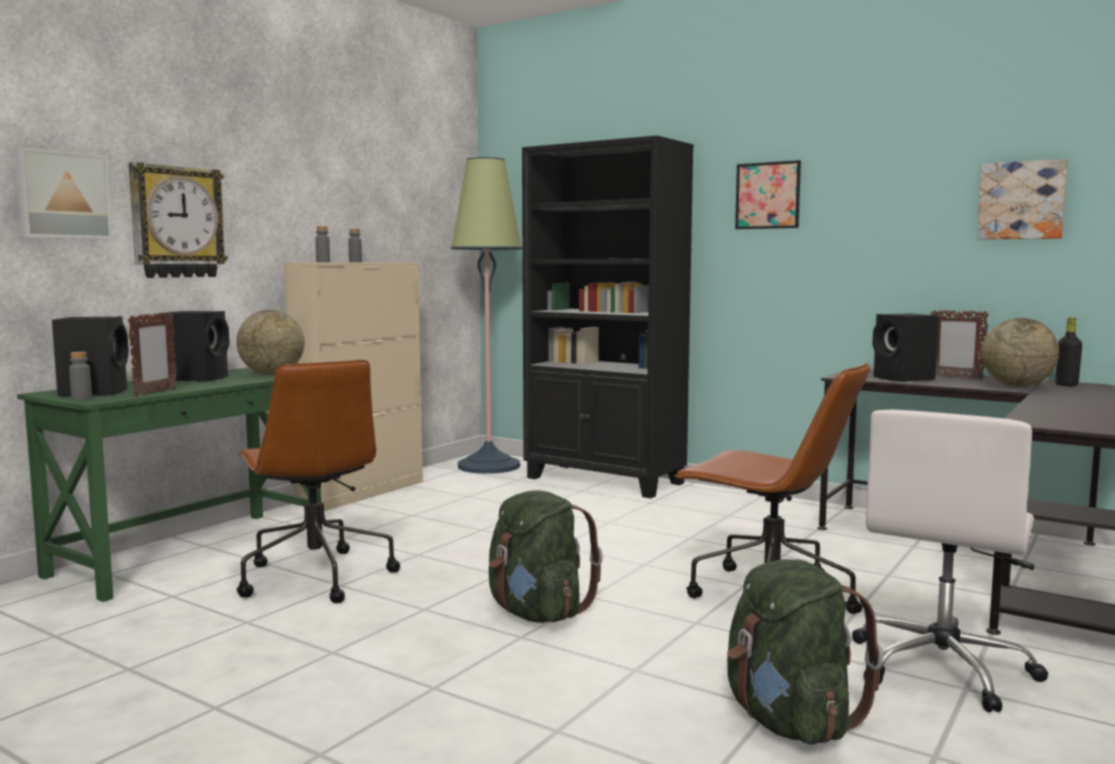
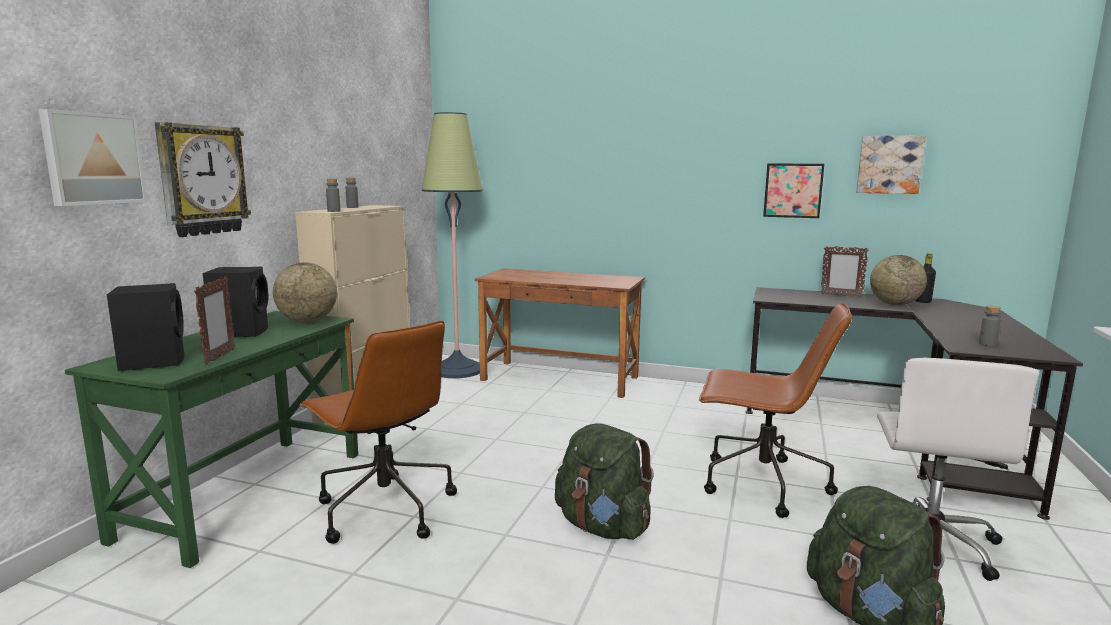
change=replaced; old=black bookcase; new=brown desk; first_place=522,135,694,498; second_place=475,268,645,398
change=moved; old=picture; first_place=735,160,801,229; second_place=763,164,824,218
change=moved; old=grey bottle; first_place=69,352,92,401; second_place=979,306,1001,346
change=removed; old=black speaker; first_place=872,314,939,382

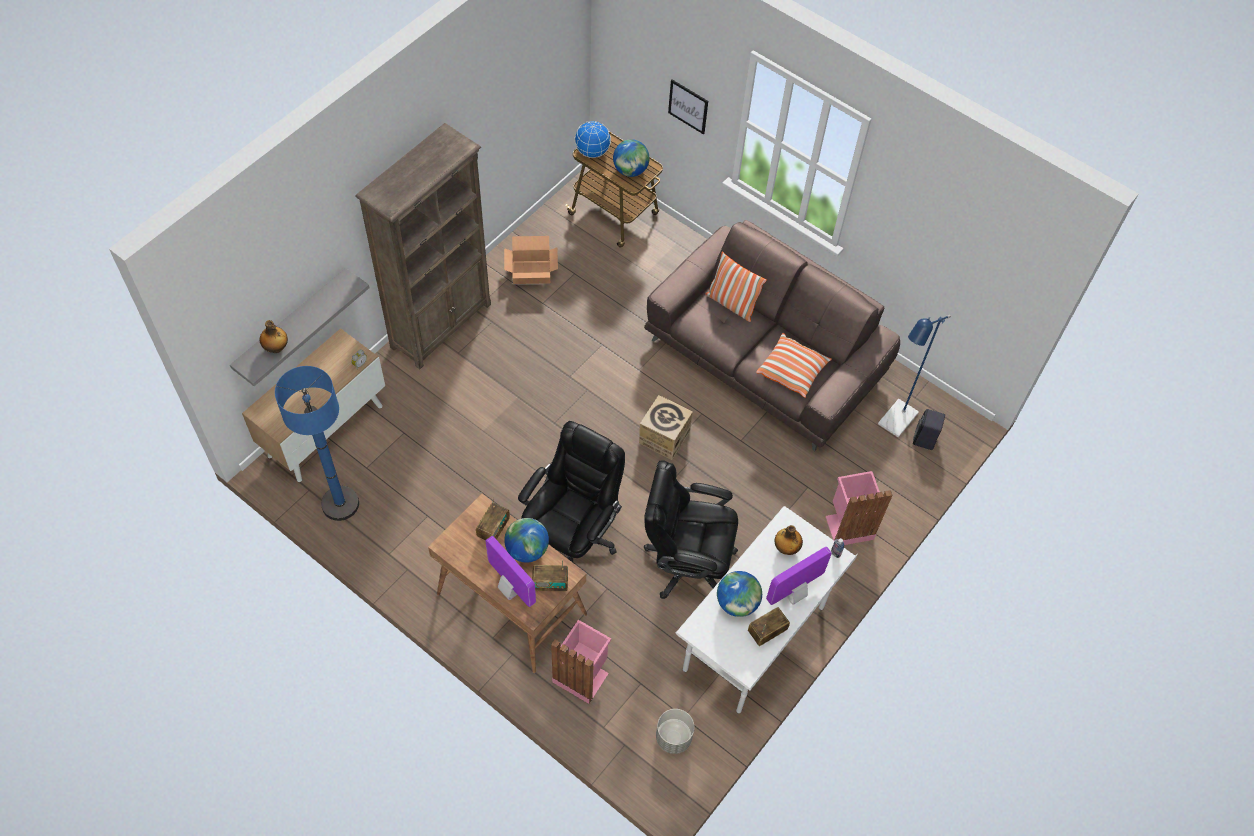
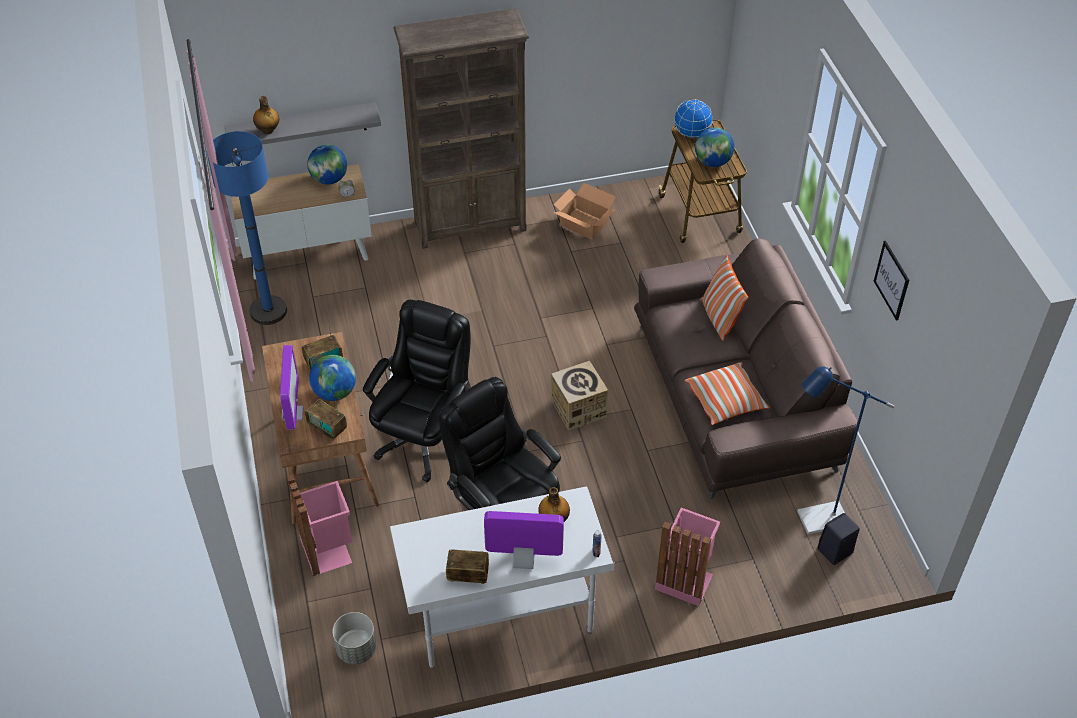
change=moved; old=globe; first_place=717,571,762,617; second_place=307,145,347,185
change=turned; old=black office chair; first_place=518,421,625,562; second_place=363,300,471,482; degrees=-45
change=moved; old=picture; first_place=668,80,708,135; second_place=874,241,909,321

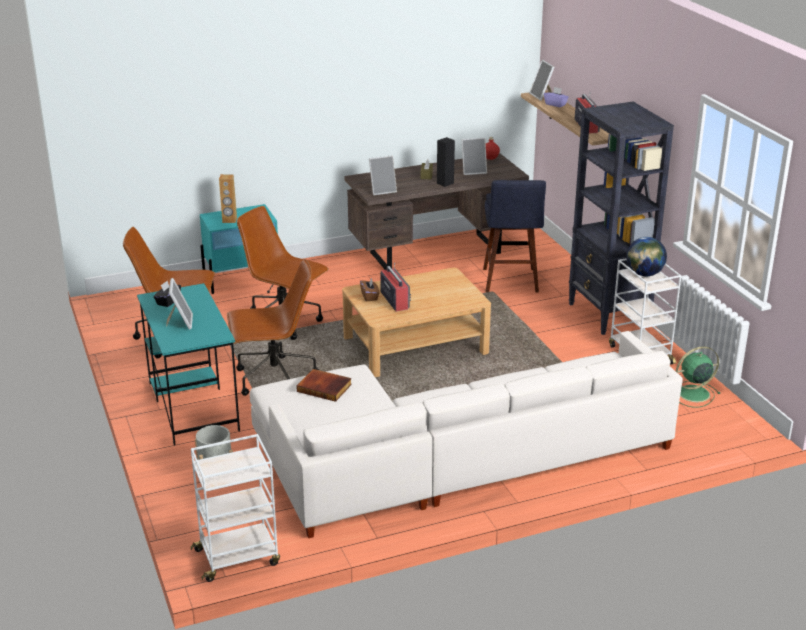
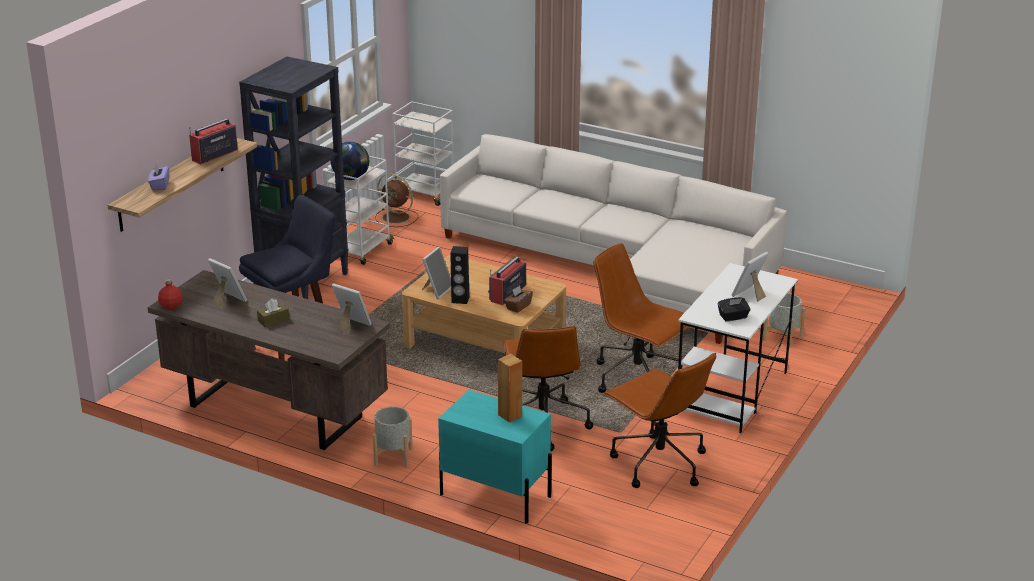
change=added; new=grey planter; second_place=373,406,413,468
change=recoloured; old=green fan; new=brown fan; first_place=676,346,720,408; second_place=375,173,418,227
change=moved; old=white cart; first_place=190,434,280,582; second_place=392,101,454,206
change=moved; old=picture frame; first_place=529,60,555,101; second_place=422,247,451,299
change=moved; old=black speaker; first_place=437,137,455,187; second_place=450,246,469,304
change=recoloured; old=turquoise desk; new=white desk; first_place=137,283,240,445; second_place=677,263,798,433
change=removed; old=book; first_place=296,369,352,402

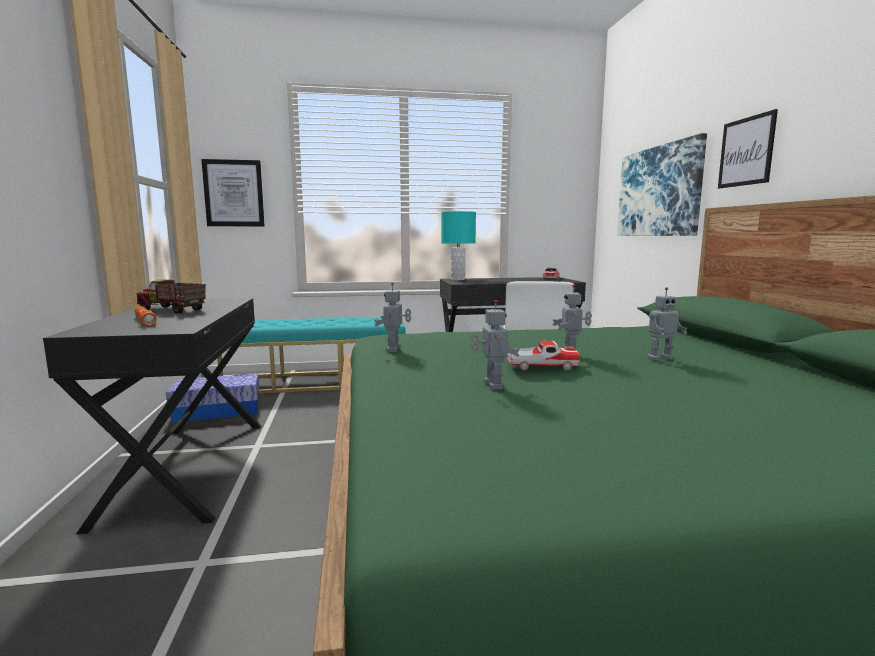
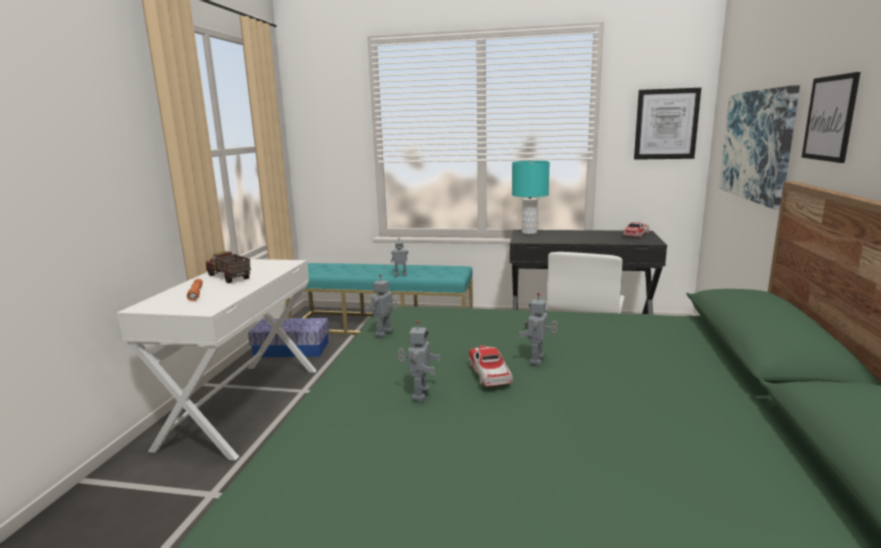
change=recoloured; old=black desk; new=white desk; first_place=43,298,262,534; second_place=117,259,317,460
change=moved; old=toy robot; first_place=648,287,687,361; second_place=391,238,408,276
change=turned; old=toy car; first_place=507,341,580,370; second_place=468,345,513,386; degrees=-120
change=moved; old=picture; first_place=201,159,265,226; second_place=634,88,701,160

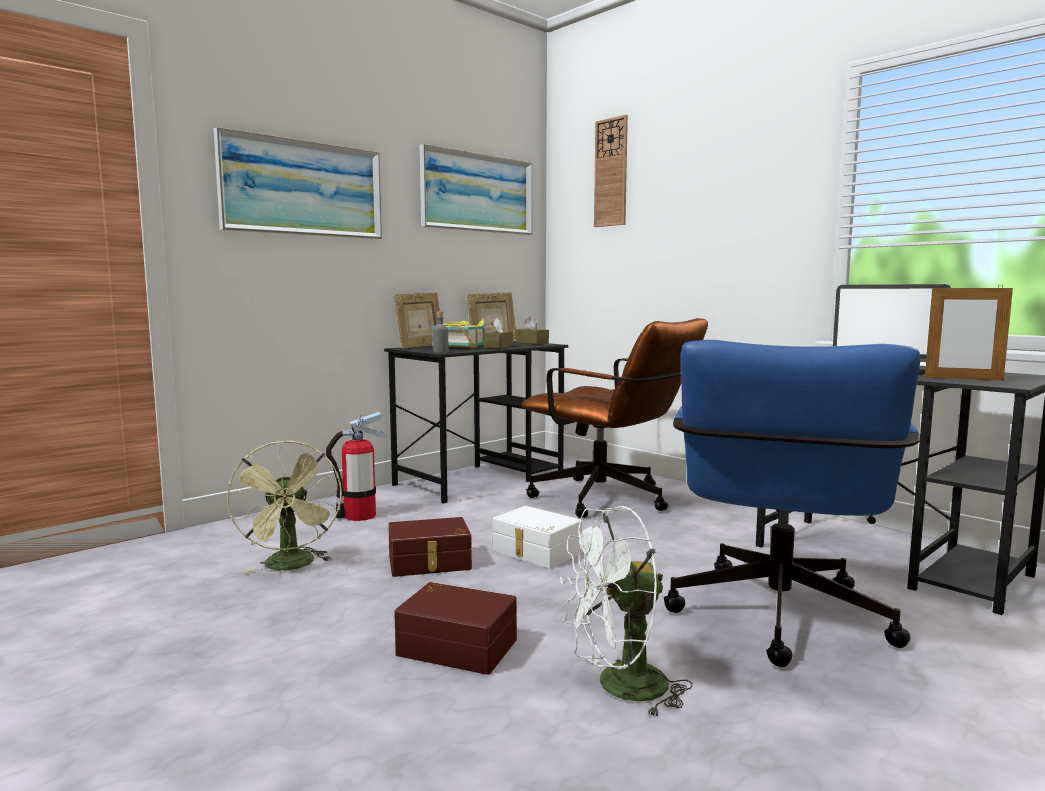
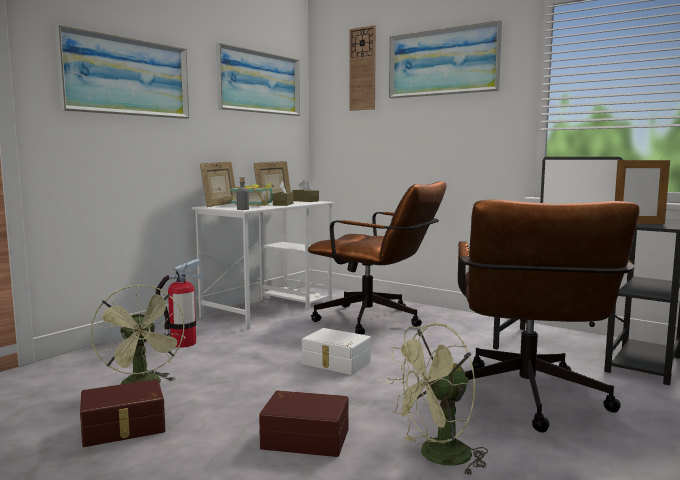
change=moved; old=brown storage box; first_place=388,517,472,577; second_place=80,379,165,447
change=recoloured; old=black desk; new=white desk; first_place=384,341,568,504; second_place=192,201,335,330
change=recoloured; old=white fan; new=green fan; first_place=560,506,693,719; second_place=386,323,488,476
change=added; new=picture; second_place=389,20,502,98
change=recoloured; old=blue office chair; new=brown office chair; first_place=664,340,920,667; second_place=454,199,640,433

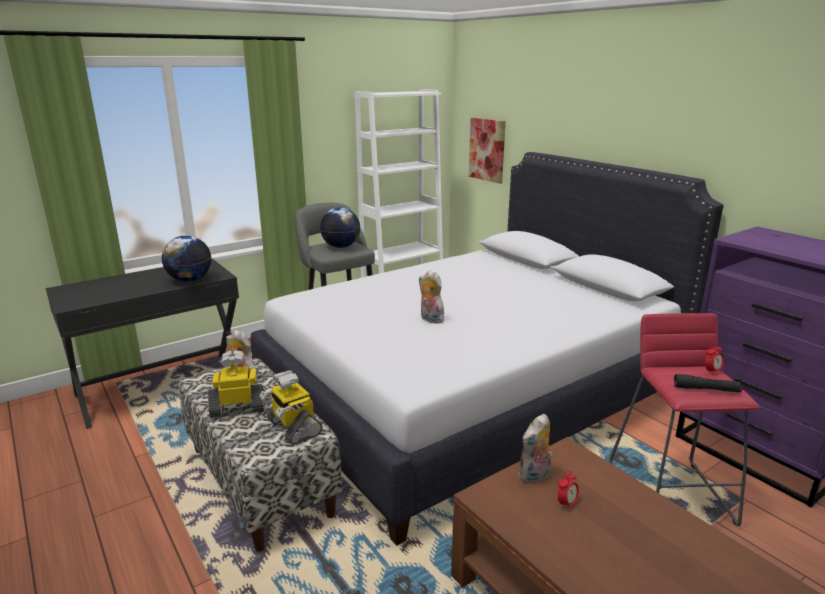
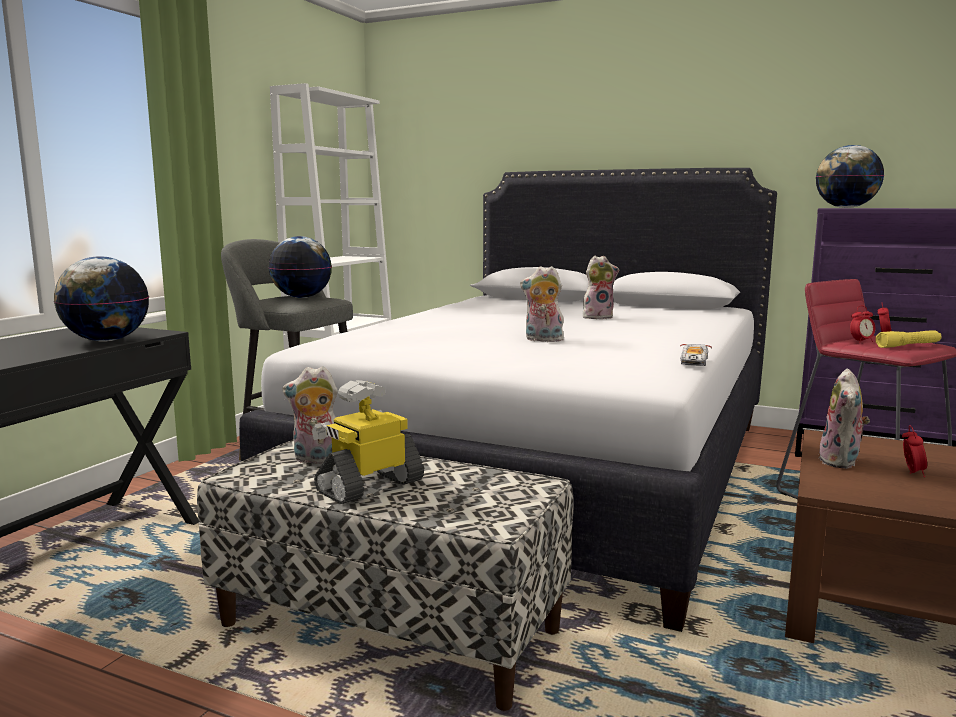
change=added; new=plush toy; second_place=583,256,619,319
change=added; new=toy car; second_place=680,344,712,366
change=added; new=globe; second_place=816,145,884,208
change=added; new=alarm clock; second_place=850,306,875,343
change=recoloured; old=black flashlight; new=yellow flashlight; first_place=674,374,743,392; second_place=875,330,942,348
change=removed; old=toy robot; first_place=259,370,322,445
change=removed; old=picture; first_place=469,118,506,184

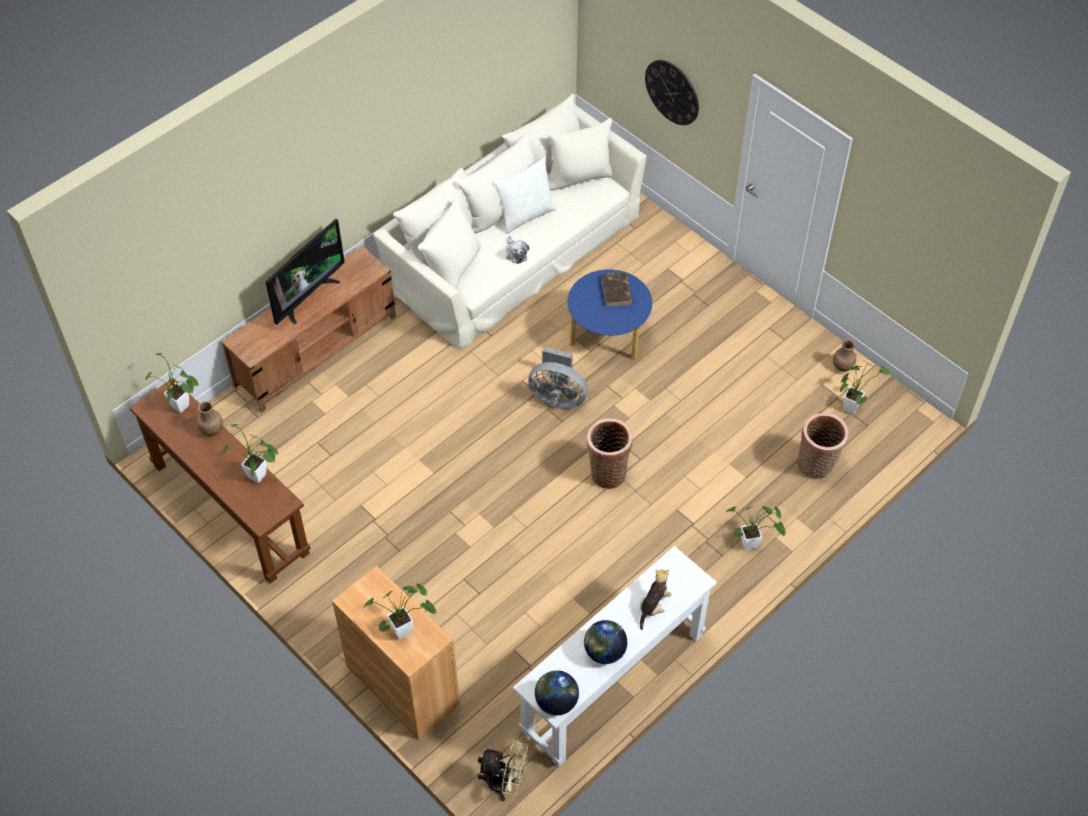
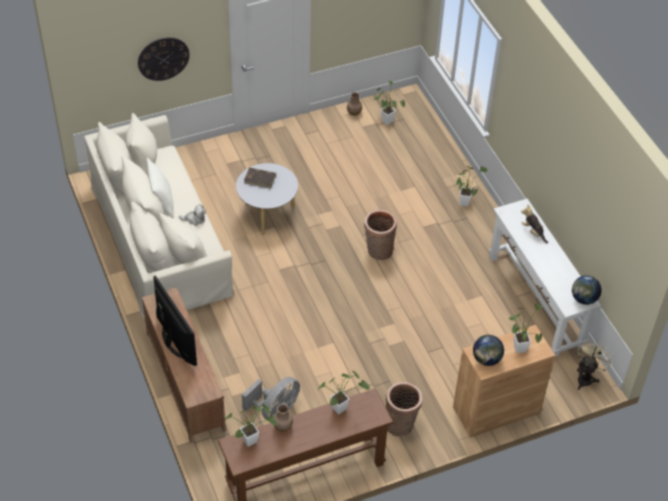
change=recoloured; old=blue coffee table; new=grey coffee table; first_place=567,269,652,360; second_place=236,163,298,235
change=moved; old=grey fan; first_place=528,347,588,409; second_place=242,377,300,419
change=moved; old=basket; first_place=798,413,848,479; second_place=386,382,422,437
change=moved; old=globe; first_place=584,620,627,664; second_place=473,335,504,366

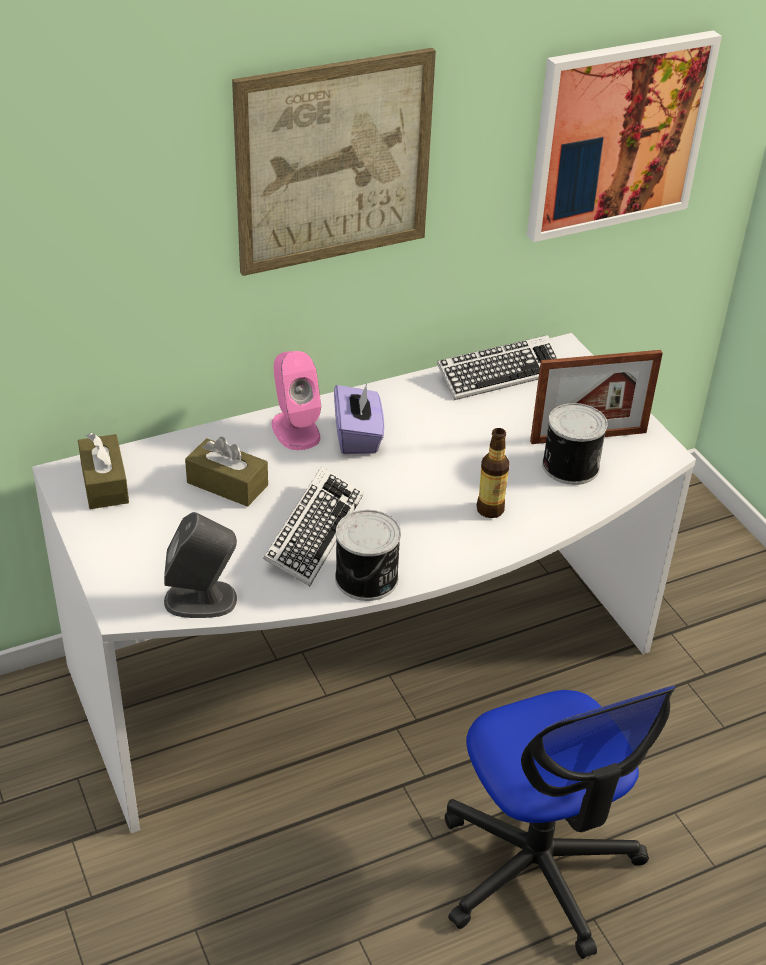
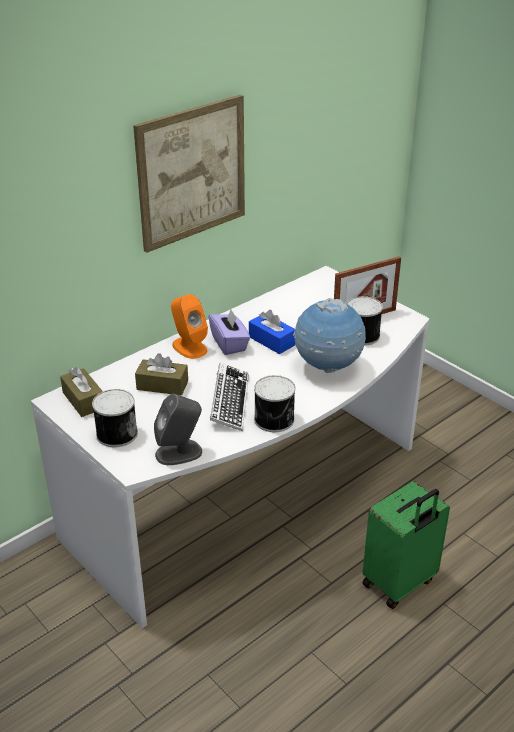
change=added; new=can; second_place=92,389,138,447
change=recoloured; old=pink speaker; new=orange speaker; first_place=271,351,321,450; second_place=171,294,208,359
change=added; new=blue tissue box; second_place=249,310,296,354
change=replaced; old=bottle; new=globe; first_place=477,428,510,518; second_place=293,298,366,373
change=replaced; old=office chair; new=green suitcase; first_place=445,686,677,959; second_place=362,481,450,609
change=removed; old=keyboard; first_place=437,335,560,400
change=removed; old=picture; first_place=527,30,722,242

